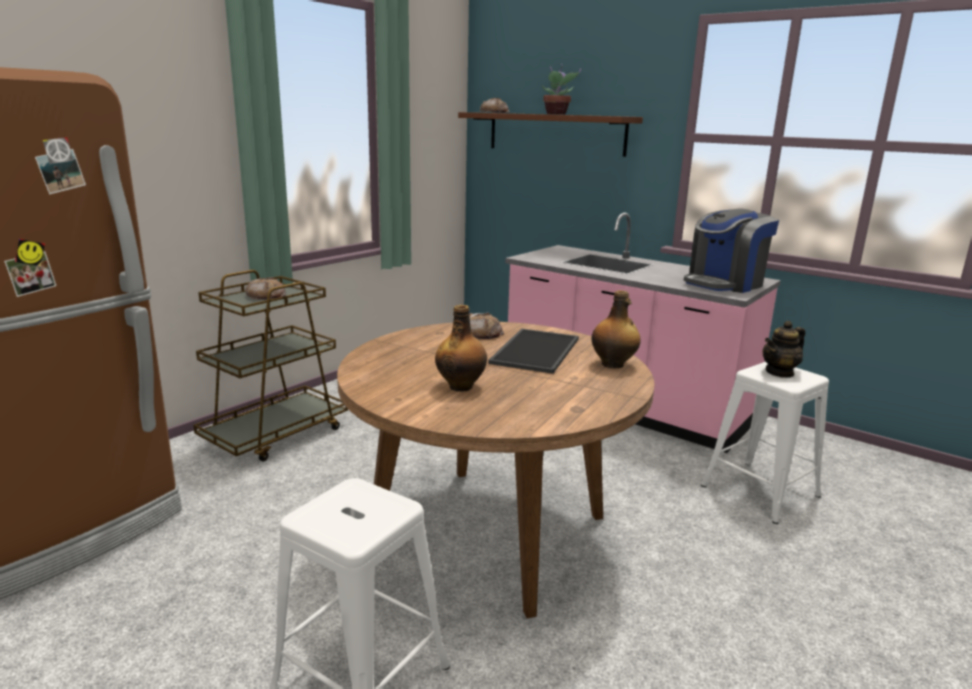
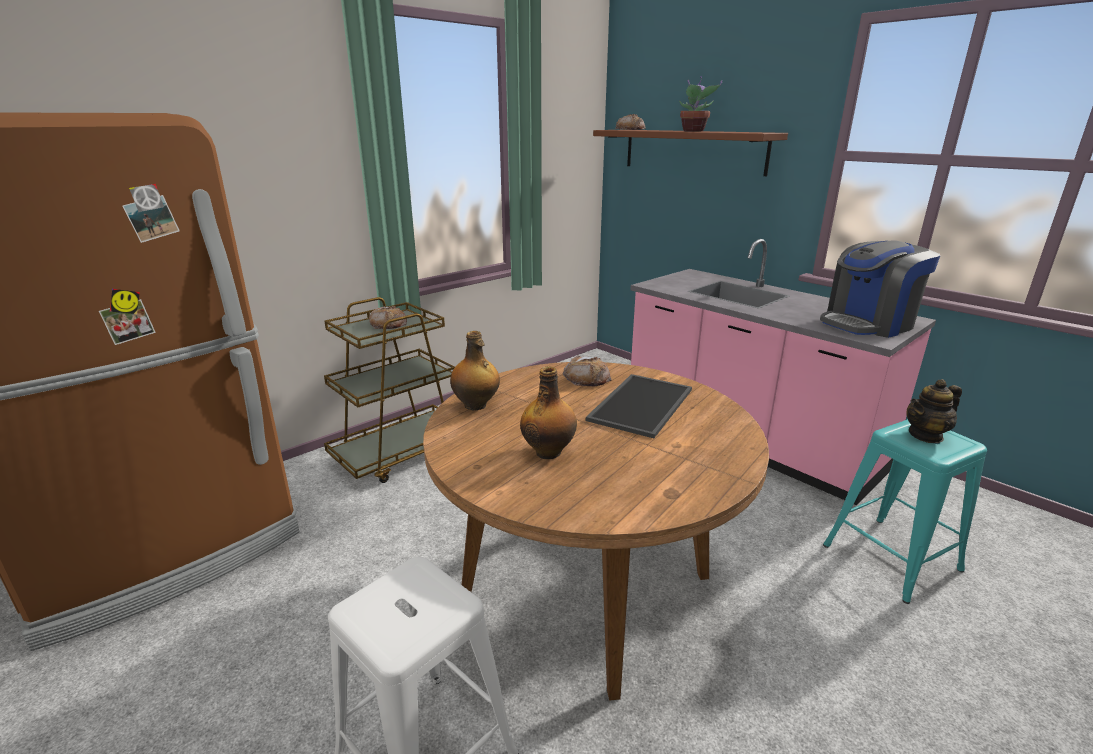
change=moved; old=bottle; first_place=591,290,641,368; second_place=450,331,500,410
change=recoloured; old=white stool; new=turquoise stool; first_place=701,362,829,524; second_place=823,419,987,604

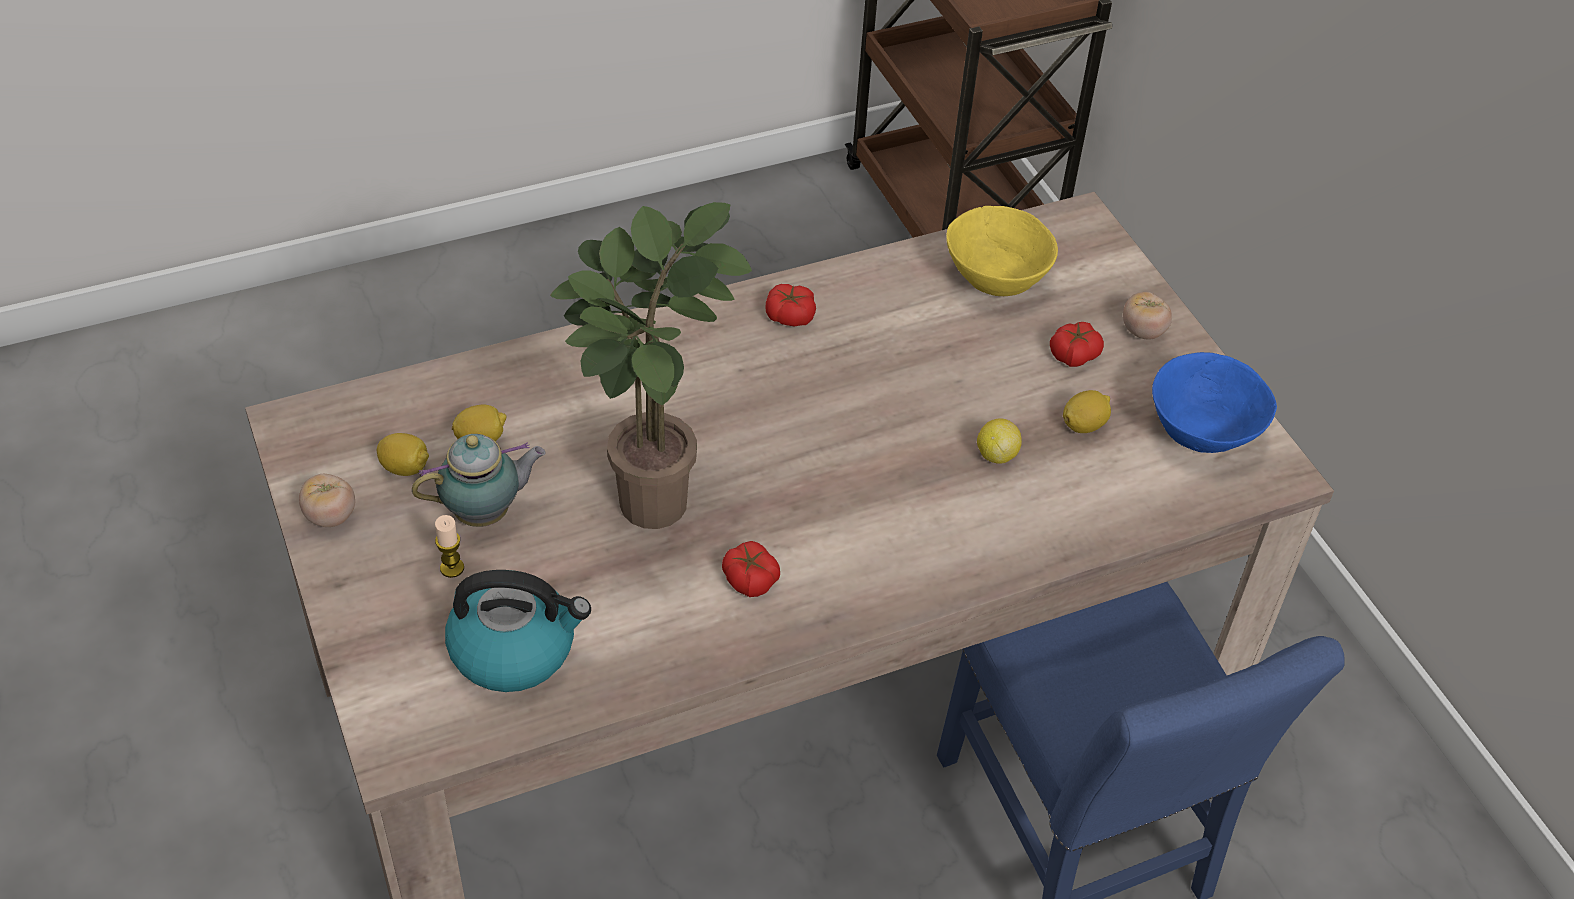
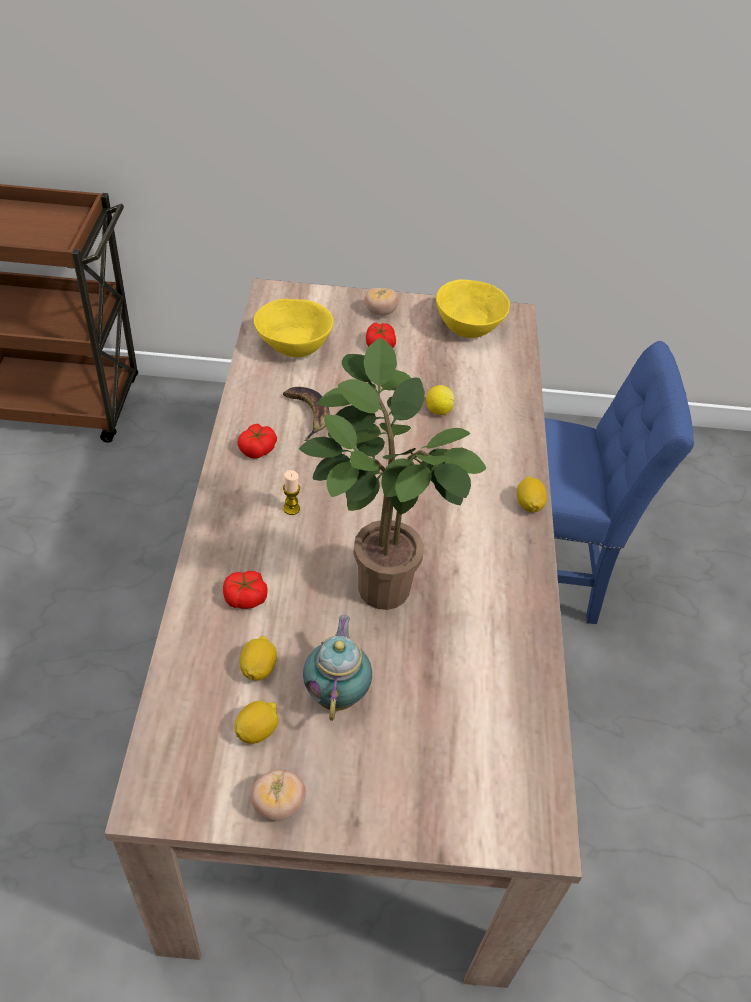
change=moved; old=tomato; first_place=722,541,780,597; second_place=223,571,267,609
change=added; new=banana; second_place=283,387,330,441
change=moved; old=candle; first_place=435,515,464,578; second_place=283,470,300,515
change=recoloured; old=blue bowl; new=yellow bowl; first_place=1152,352,1277,453; second_place=436,279,510,338
change=moved; old=lemon; first_place=1063,390,1111,433; second_place=517,476,547,512
change=removed; old=kettle; first_place=445,570,591,692

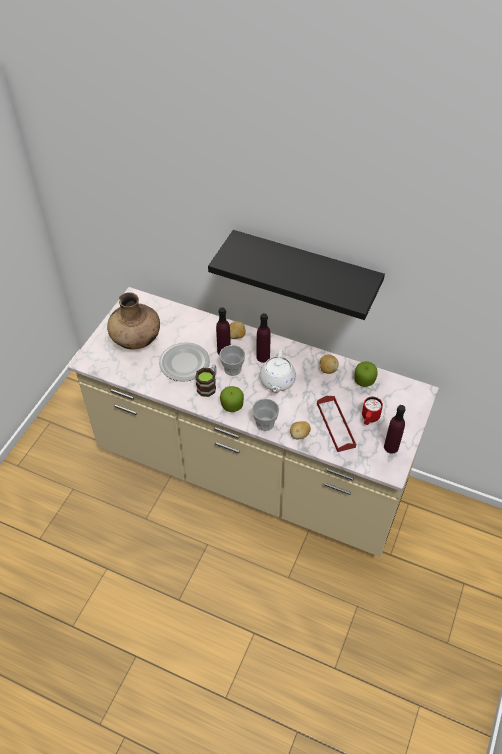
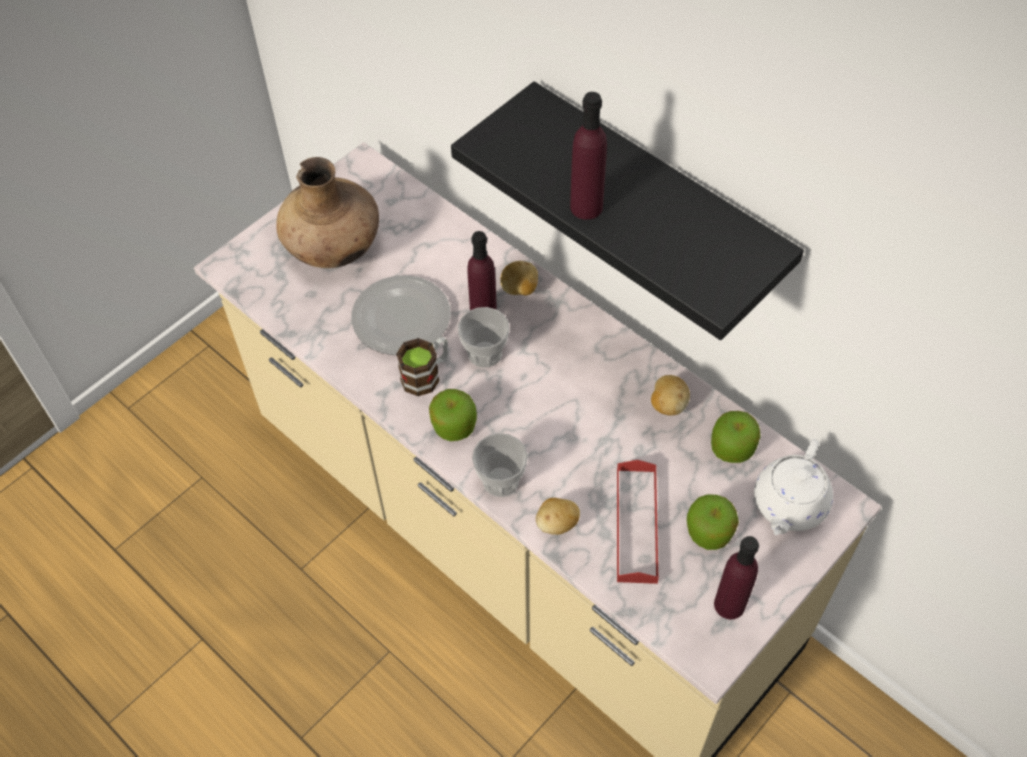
change=moved; old=purple bottle; first_place=257,313,271,363; second_place=570,92,607,220
change=replaced; old=red mug; new=apple; first_place=362,397,383,425; second_place=687,494,739,550
change=moved; old=white teapot; first_place=260,349,296,393; second_place=754,439,833,535

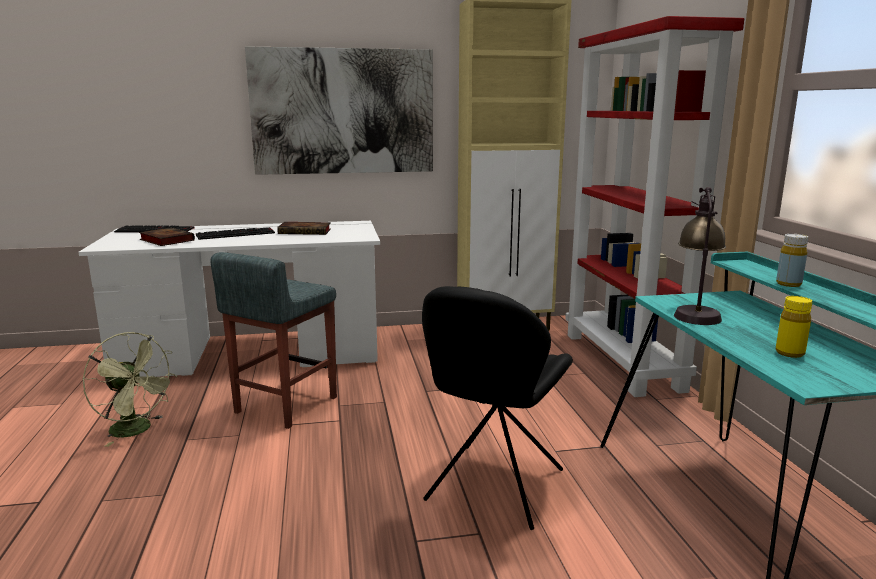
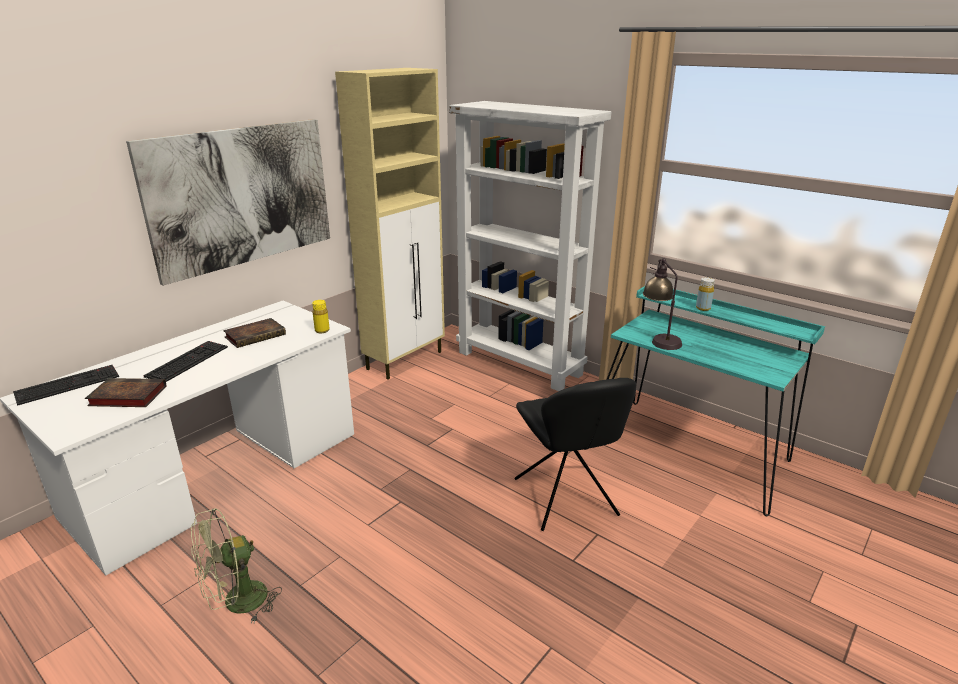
change=turned; old=green fan; first_place=82,332,177,447; second_place=191,508,282,624; degrees=150
change=moved; old=yellow bottle; first_place=776,296,812,358; second_place=312,300,330,333
change=recoloured; old=red bookcase; new=white bookcase; first_place=565,16,744,397; second_place=449,101,611,391
change=removed; old=grey stool; first_place=211,252,337,429

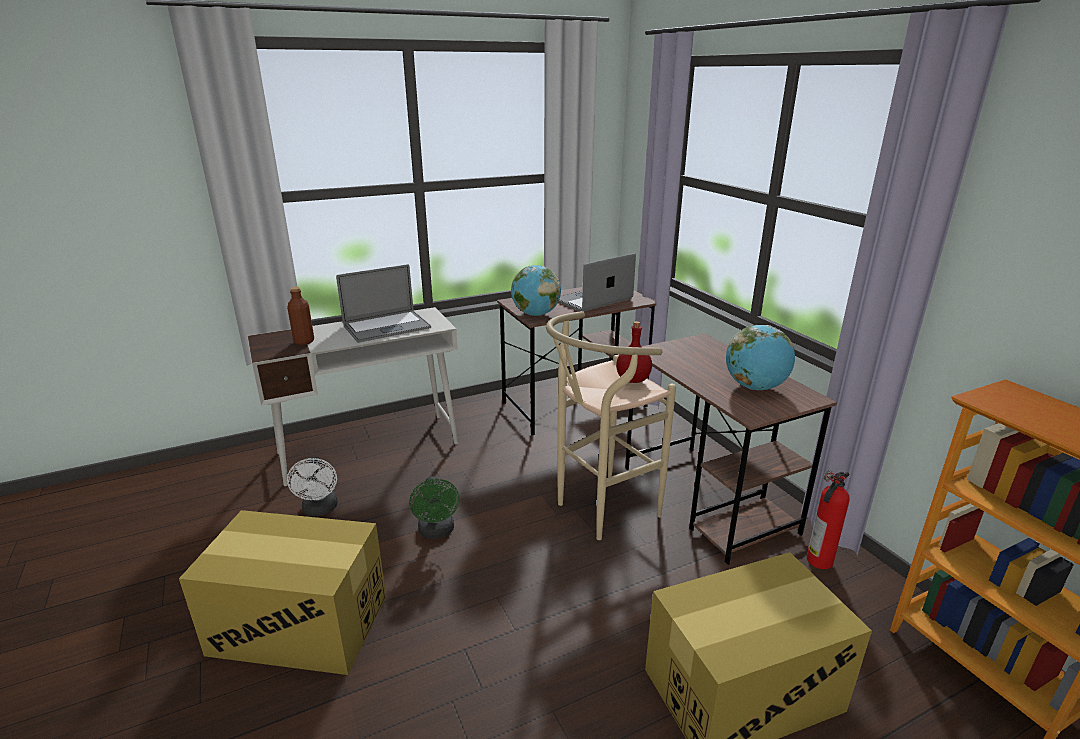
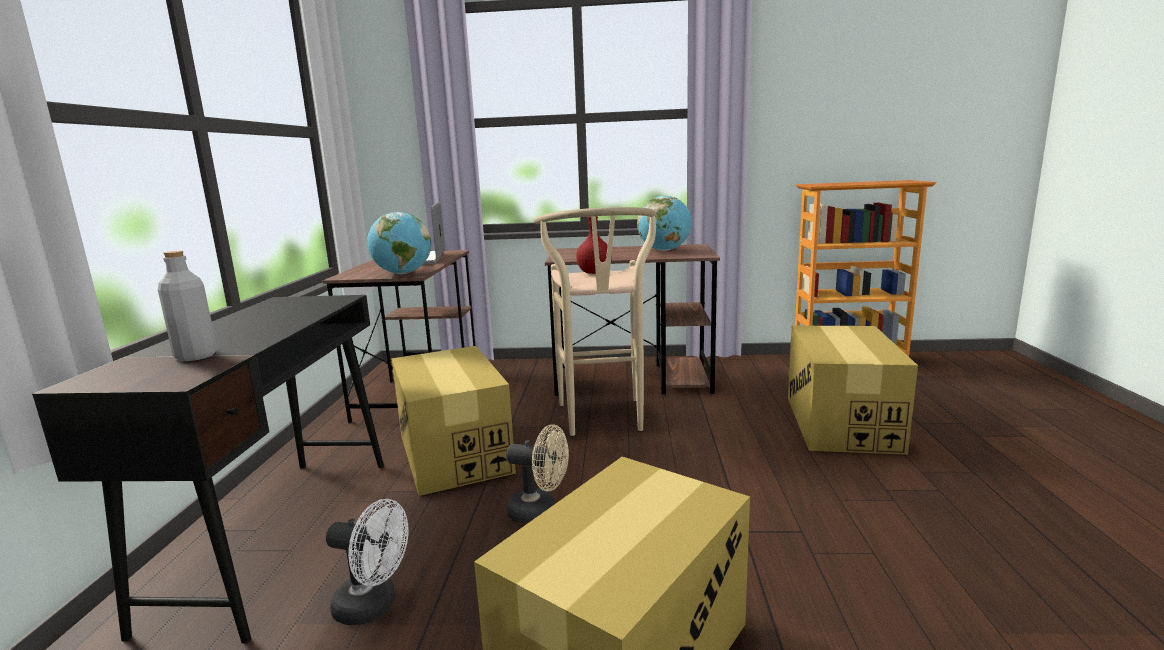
change=recoloured; old=white desk; new=black desk; first_place=247,307,458,486; second_place=32,295,384,644
change=recoloured; old=brown bottle; new=grey bottle; first_place=287,287,314,345; second_place=158,251,217,361
change=added; new=cardboard box; second_place=391,346,516,496
change=recoloured; old=green fan; new=beige fan; first_place=409,476,460,539; second_place=506,424,569,524
change=removed; old=laptop; first_place=336,264,431,343
change=removed; old=fire extinguisher; first_place=807,470,850,569

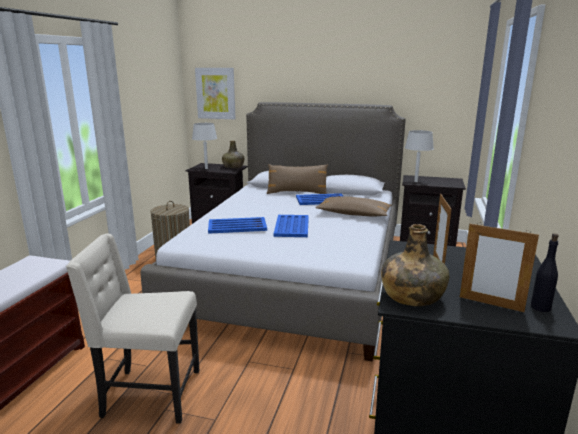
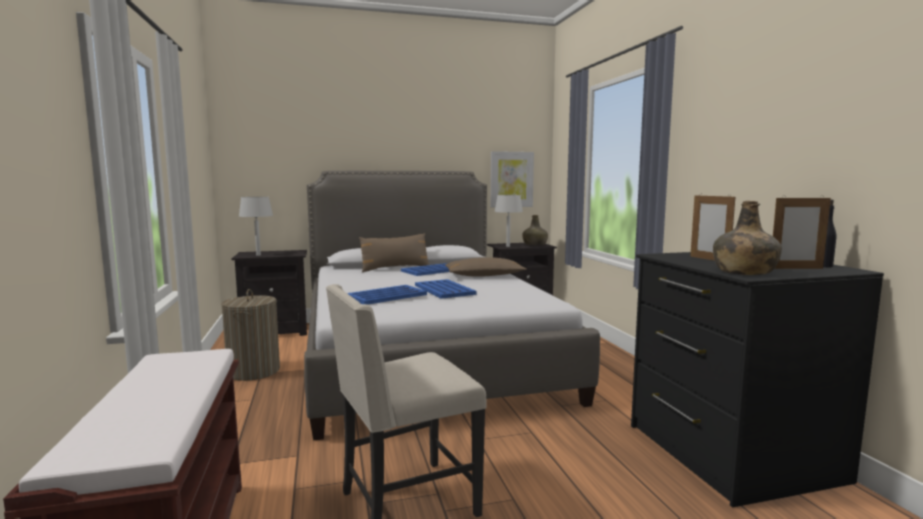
change=moved; old=picture; first_place=195,68,236,119; second_place=490,151,534,207
change=moved; old=green bottle; first_place=222,141,244,168; second_place=522,215,548,246

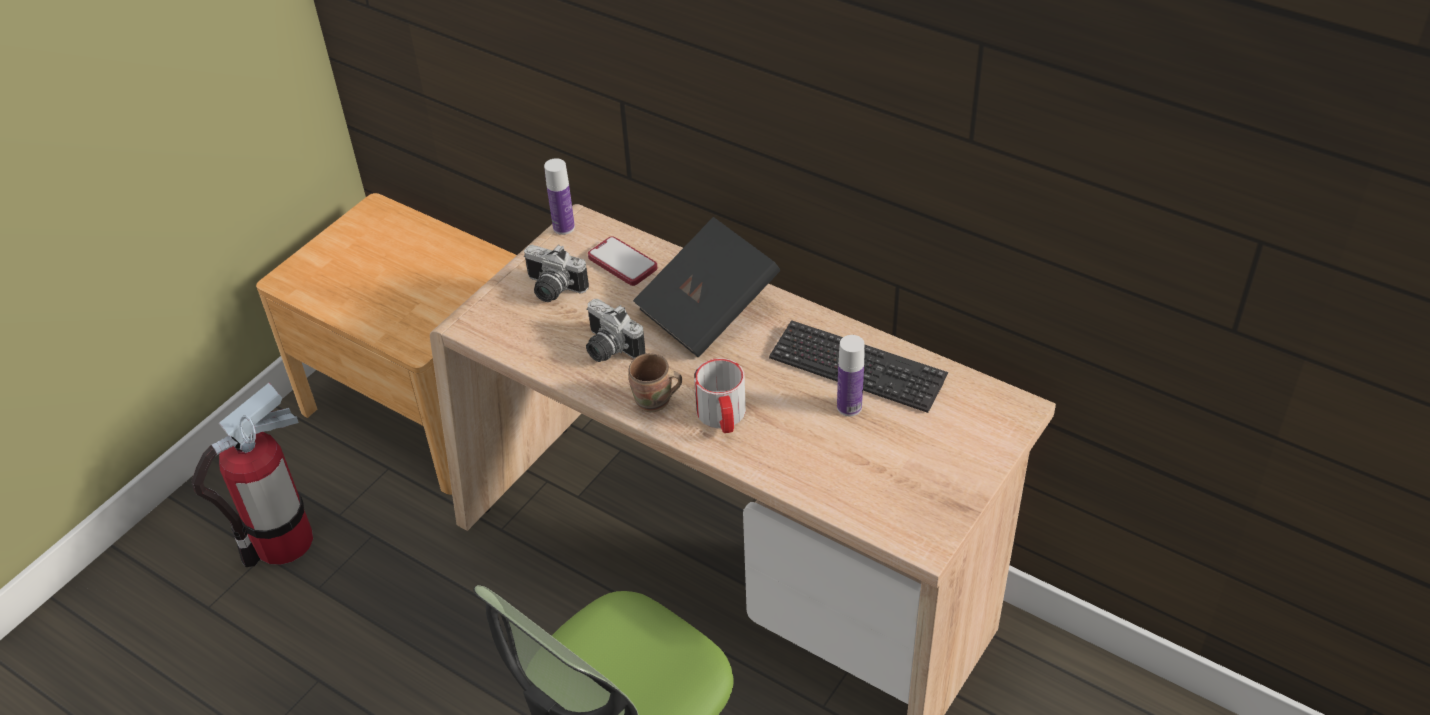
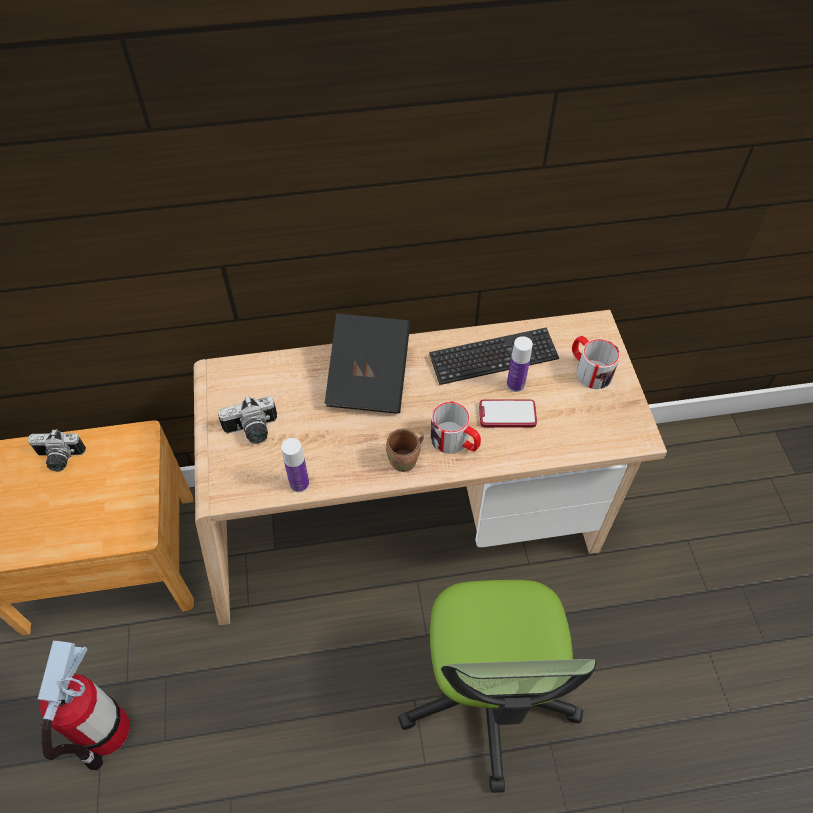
change=moved; old=photo camera; first_place=586,299,645,362; second_place=28,429,86,471
change=moved; old=bottle; first_place=544,158,575,235; second_place=281,438,309,492
change=moved; old=phone; first_place=588,236,657,286; second_place=479,399,537,428
change=added; new=mug; second_place=572,336,620,389

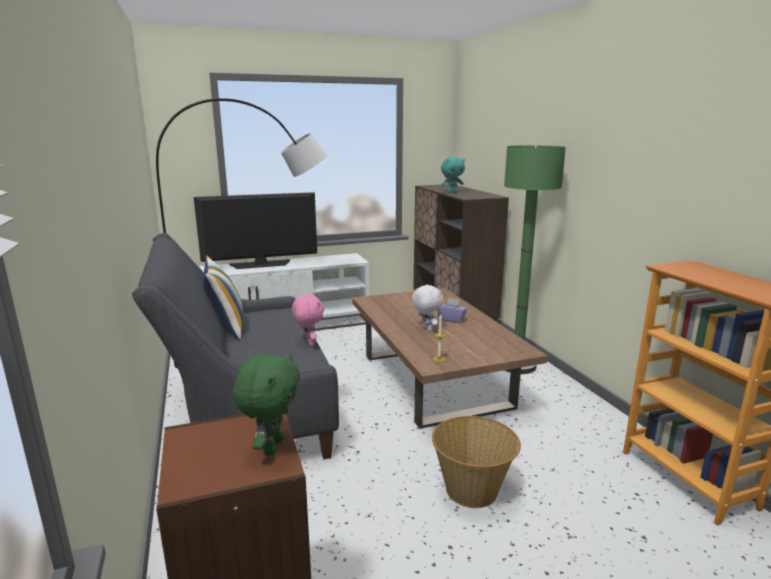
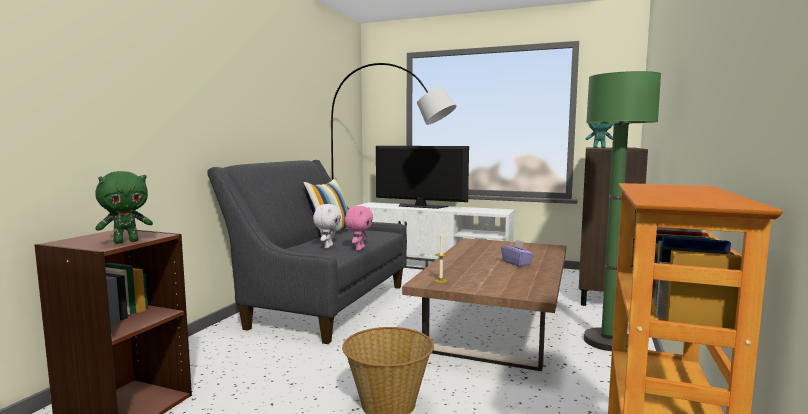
change=moved; old=white plush toy; first_place=412,284,443,331; second_place=313,204,341,248

